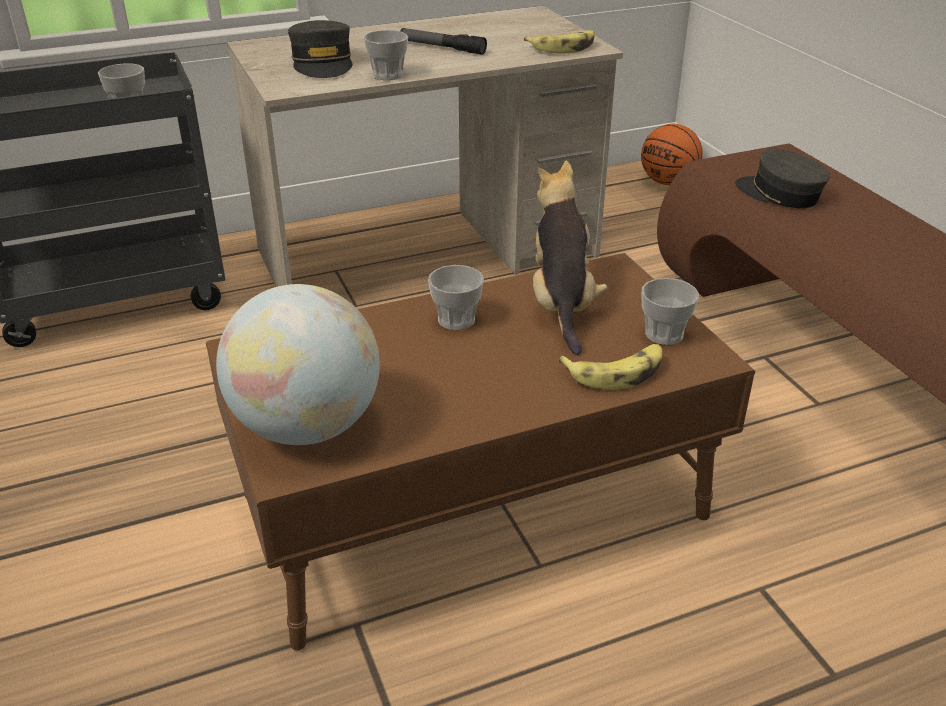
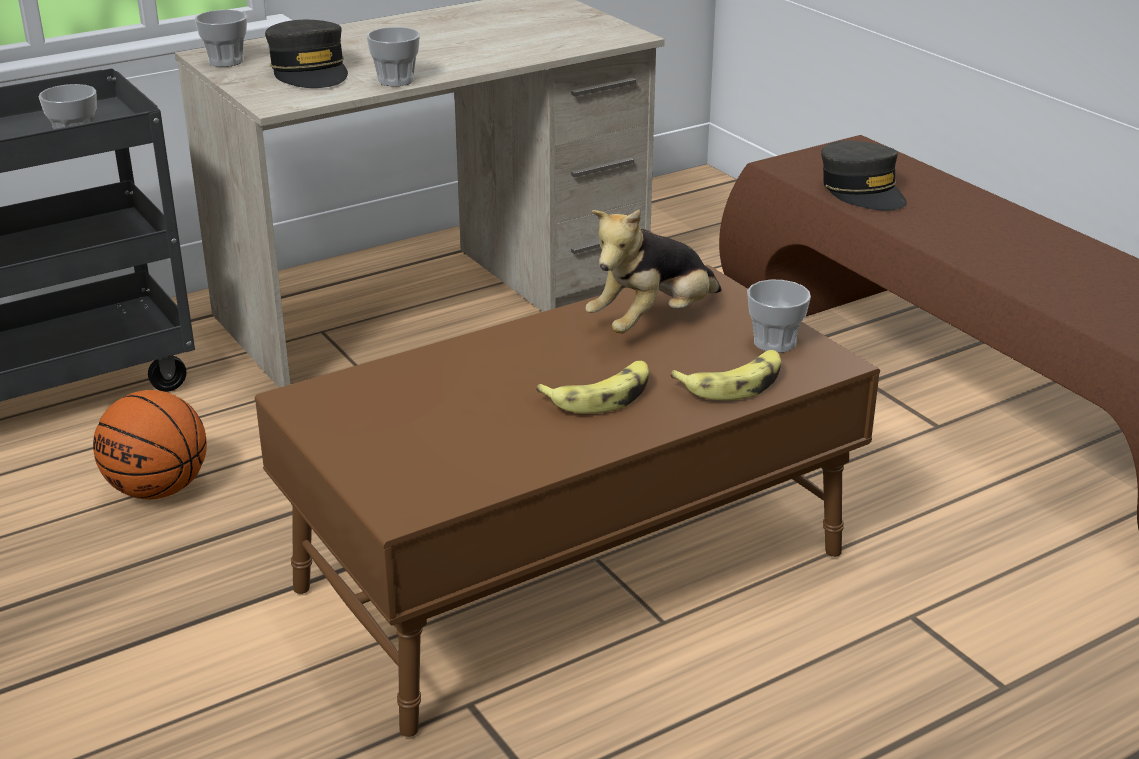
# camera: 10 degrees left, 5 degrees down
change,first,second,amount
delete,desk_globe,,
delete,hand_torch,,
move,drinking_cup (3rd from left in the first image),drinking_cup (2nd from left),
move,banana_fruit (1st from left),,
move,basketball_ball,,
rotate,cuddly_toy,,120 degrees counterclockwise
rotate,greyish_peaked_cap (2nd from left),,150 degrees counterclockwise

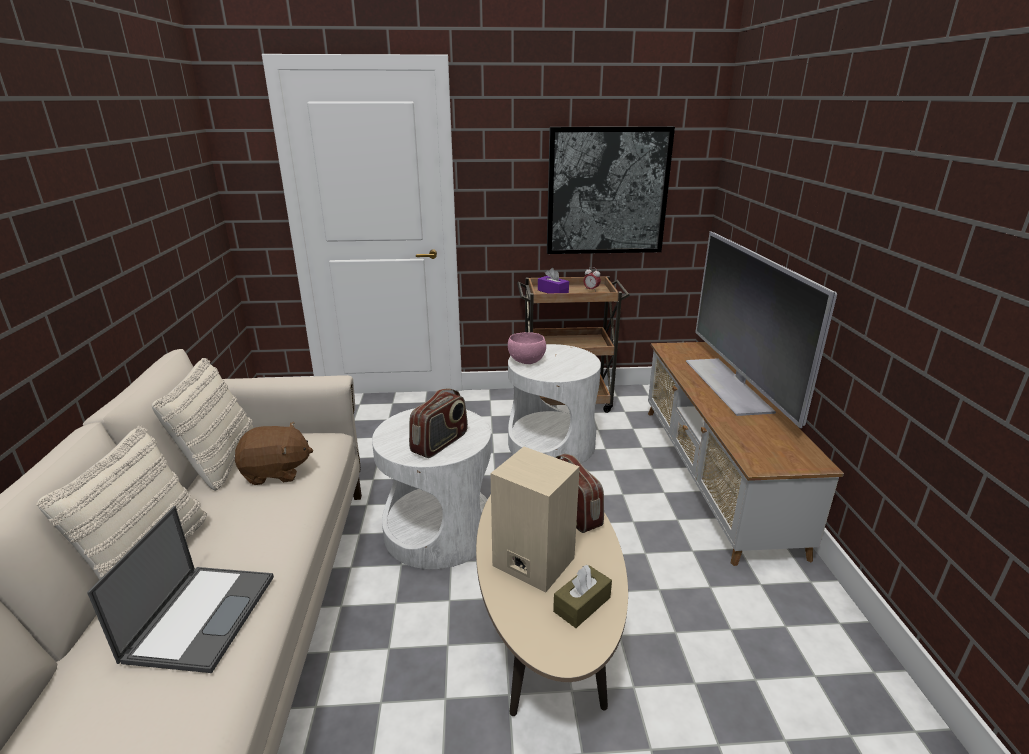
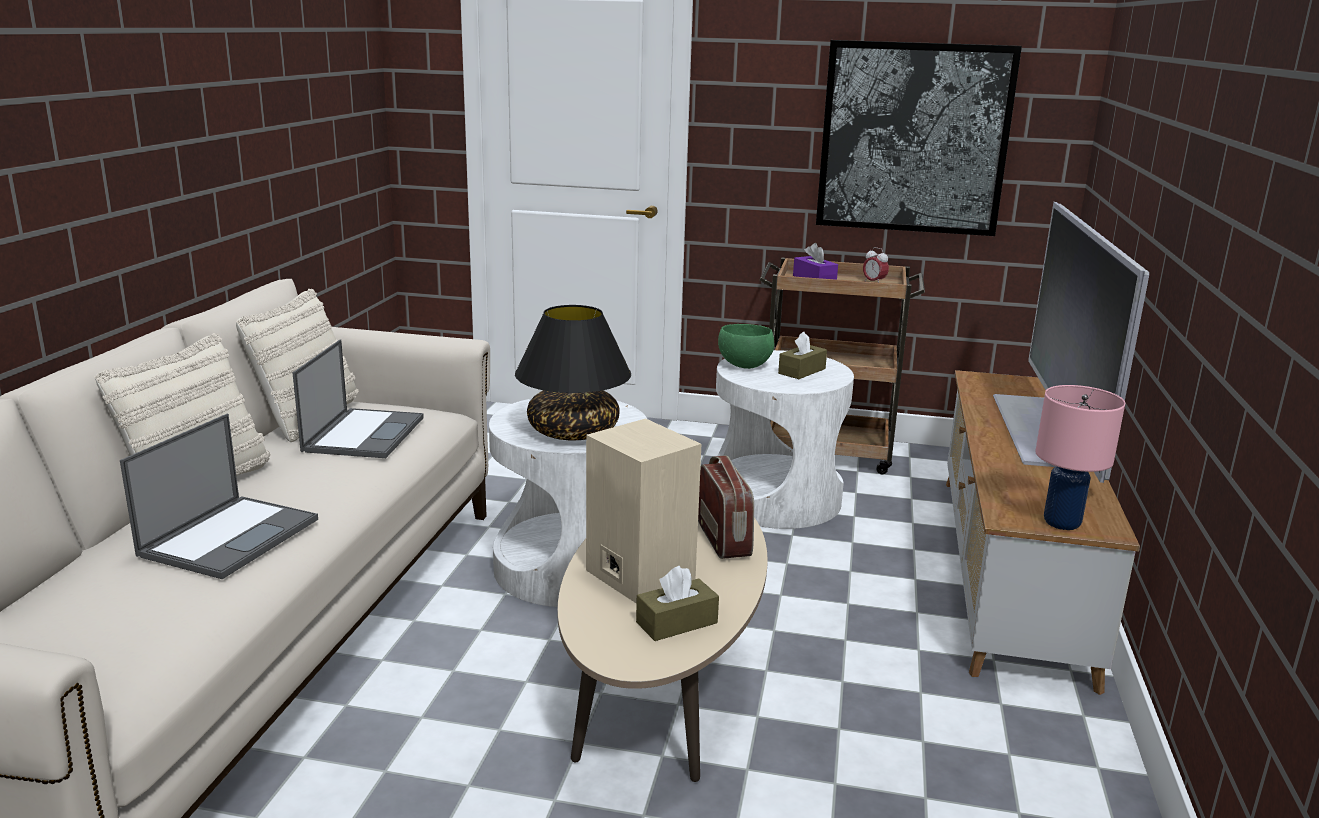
# camera: 15 degrees right, 5 degrees down
change,first,second,amount
insert,,brownish_tissue_box (2nd from left),
insert,,pink_lamp_for_a_table,
replace,brownish_cuddly_toy,laptop (2nd from left),
replace,radio_set (1st from left),black_lamp_for_a_table,
recolor,pink_deep_dish,greenish_deep_dish,

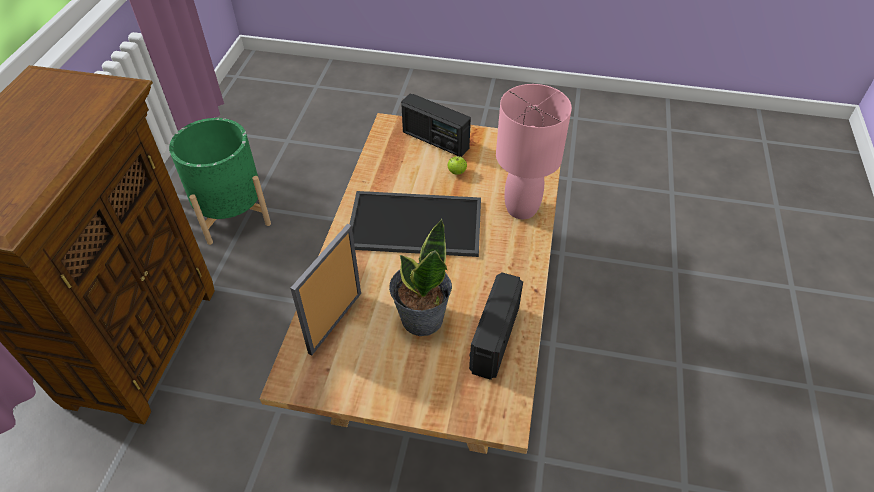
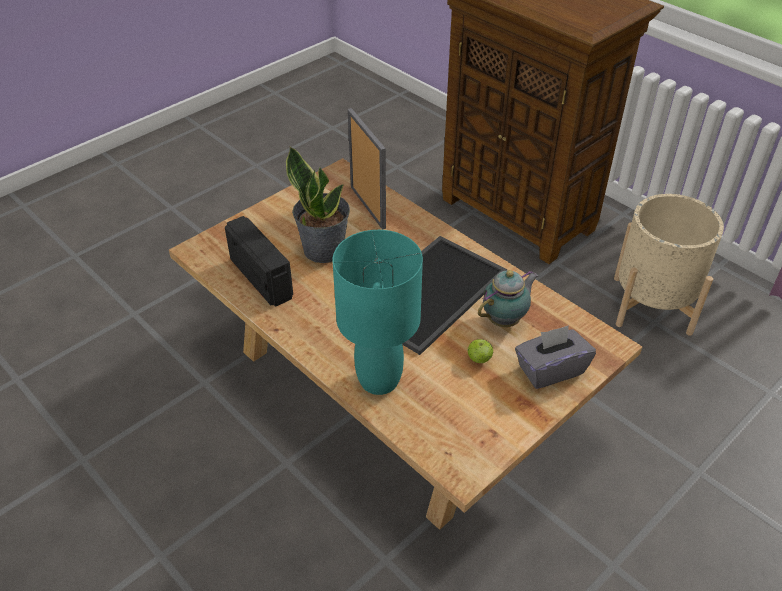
# camera: 125 degrees right, 5 degrees down
change,first,second,amount
insert,,tea_pot,
replace,radio_set (1st from left),greyish_tissue_box,
recolor,greenish_plant_pot,beige_plant_pot,
recolor,pink_lamp_for_a_table,blue-green_lamp_for_a_table,

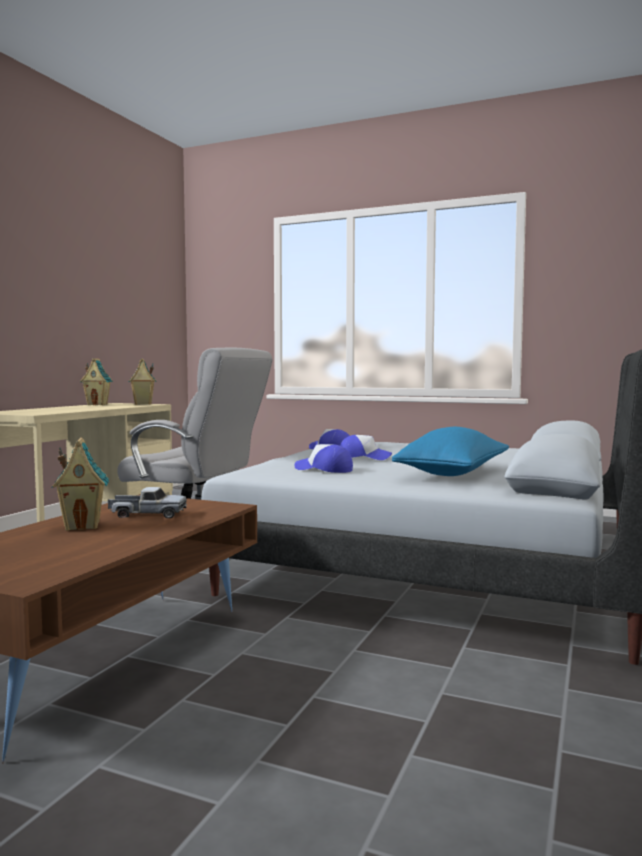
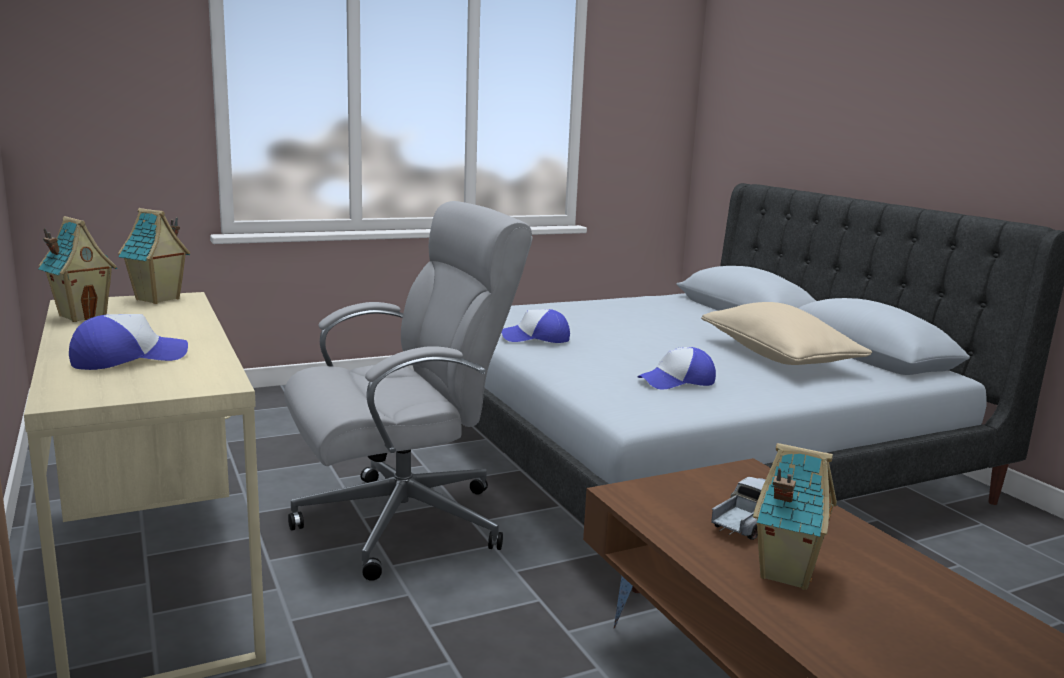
# camera: 50 degrees left, 10 degrees up
change,first,second,amount
move,peaked_cap (3rd from left in the first image),peaked_cap (1st from left),
recolor,blue_throw_pillow,beige_throw_pillow,

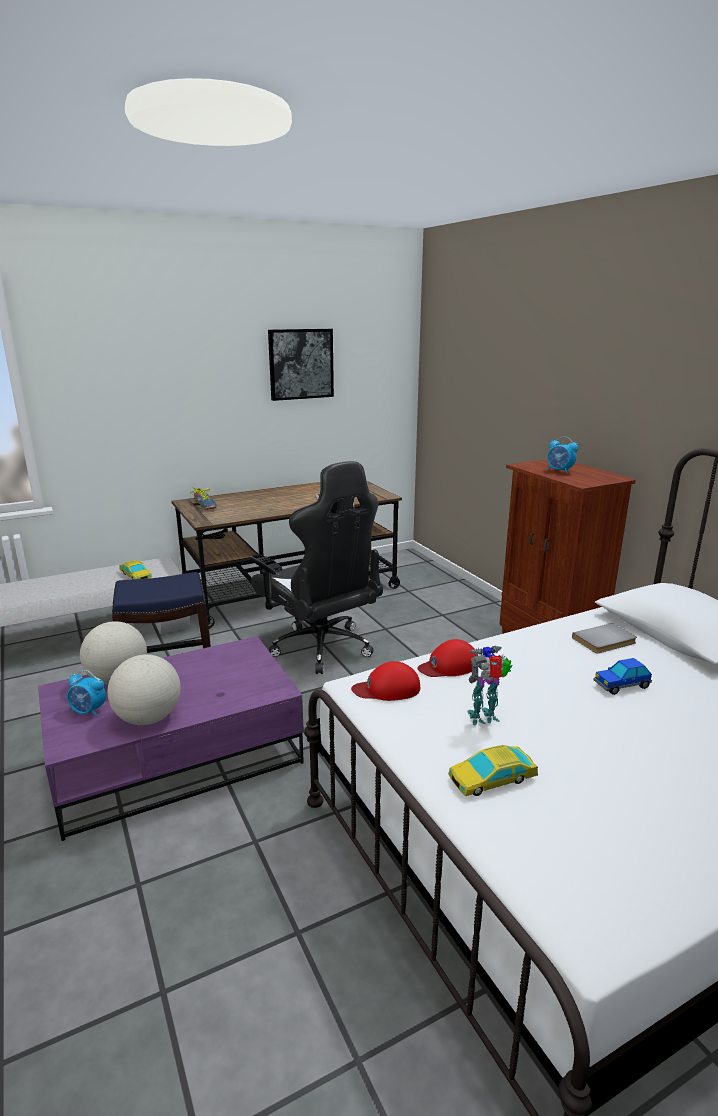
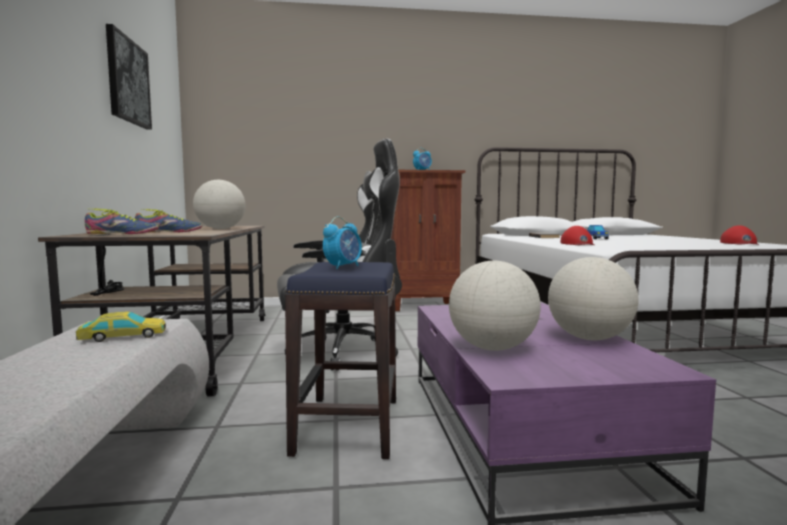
# camera: 70 degrees left, 15 degrees down
change,first,second,amount
delete,miniature_car (2nd from left),,
delete,model_robot,,
insert,,shoe (2nd from left),
insert,,desk_globe (1st from left),
move,alarm_clock (1st from left),,
move,red_peaked_cap (1st from left in the first image),red_peaked_cap (2nd from left),

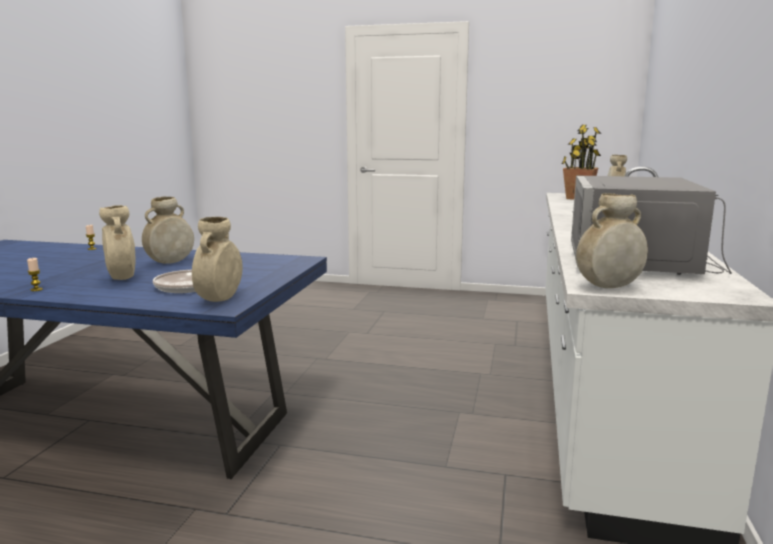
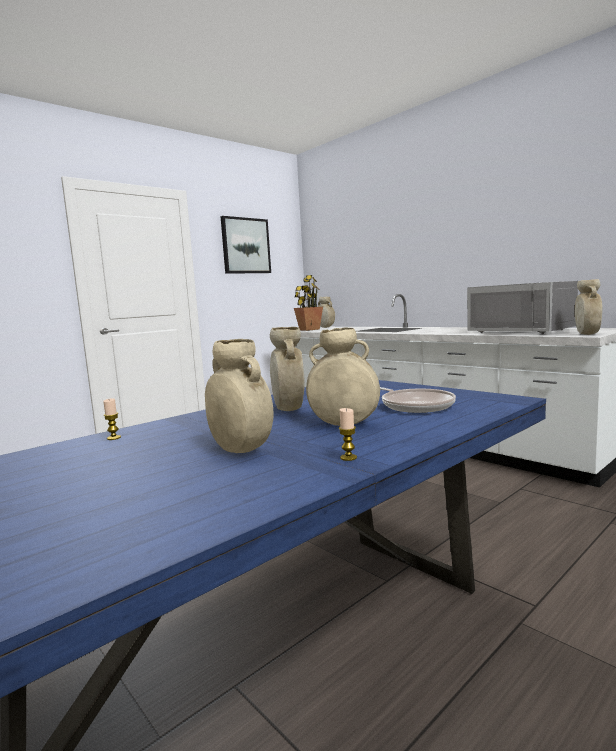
# camera: 55 degrees left, 5 degrees down
change,first,second,amount
insert,,wall_art,
move,beige_vase (3rd from left in the first image),beige_vase (1st from left),

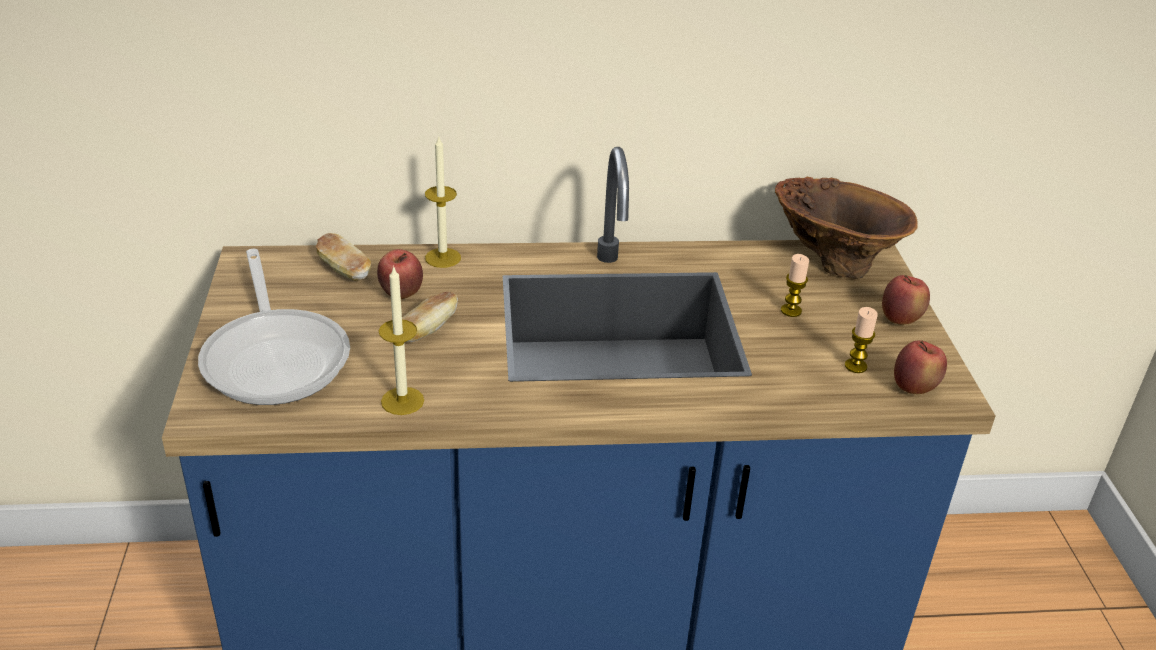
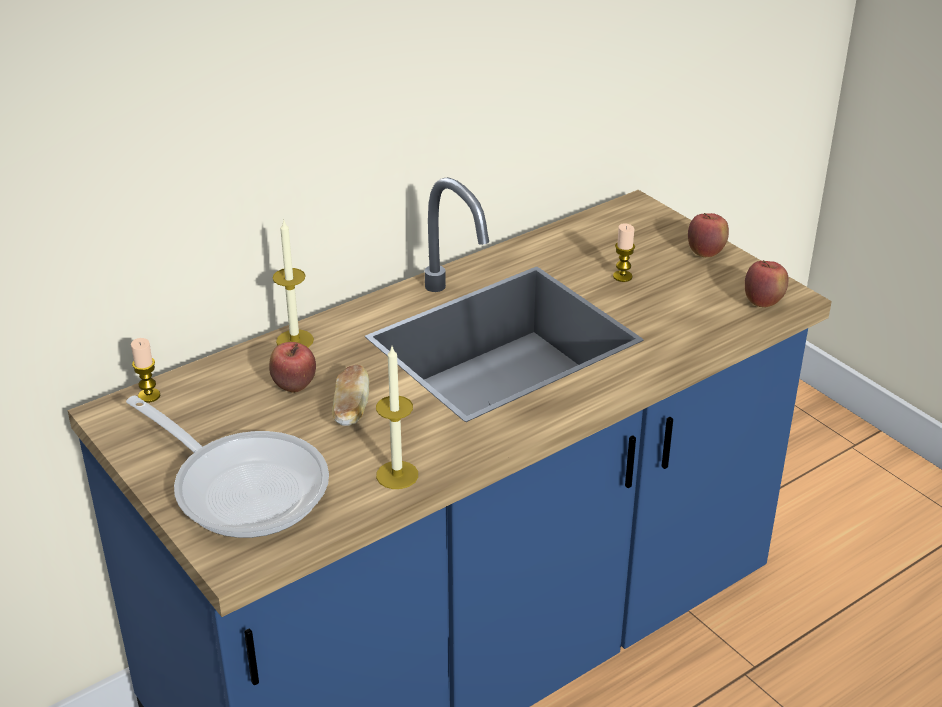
# camera: 30 degrees left, 0 degrees up
change,first,second,amount
delete,bakery_bread (1st from left),,
delete,brownish_vase,,
move,wax_light (4th from left in the first image),wax_light (1st from left),

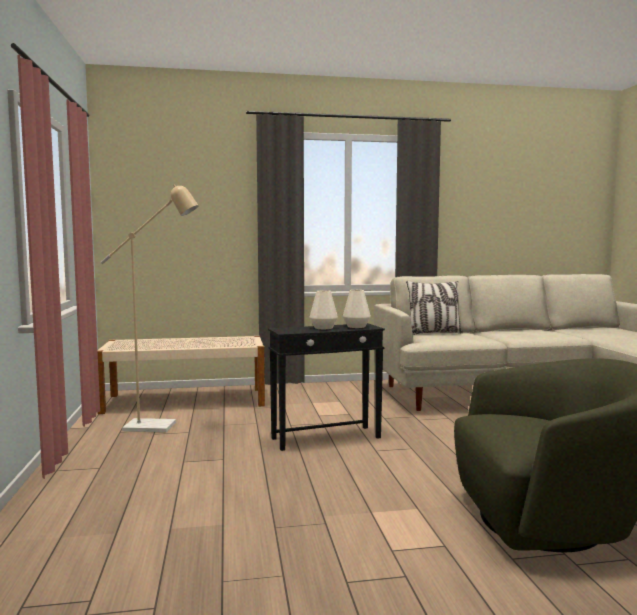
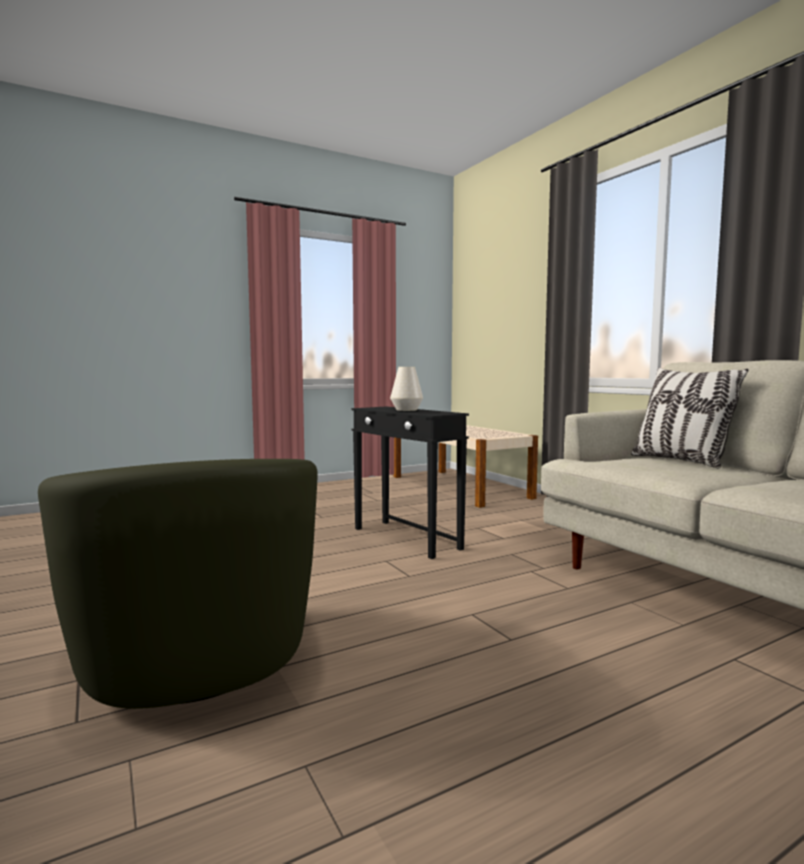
# camera: 70 degrees right, 0 degrees up
change,first,second,amount
delete,beige_floor_lamp,,
delete,white_vase (2nd from left),,

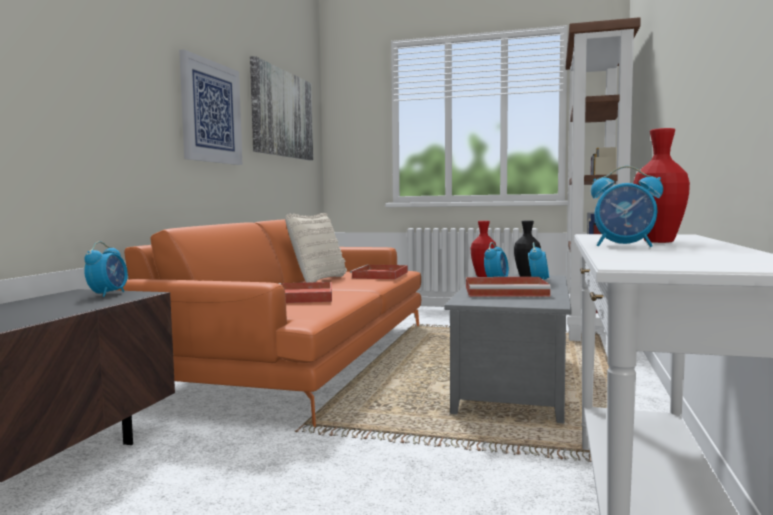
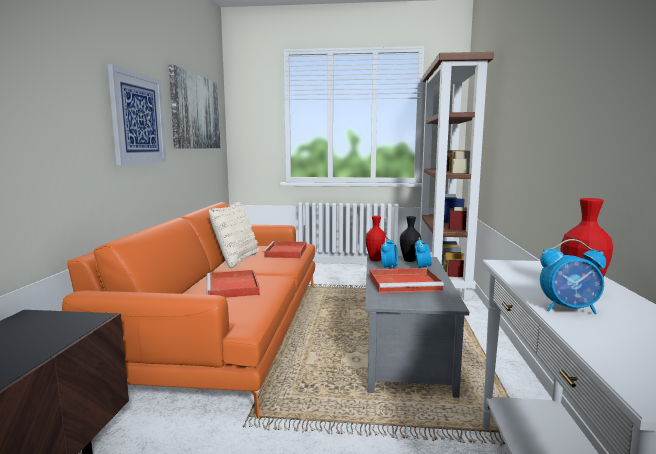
# camera: 10 degrees left, 5 degrees up
change,first,second,amount
delete,alarm_clock (1st from left),,

